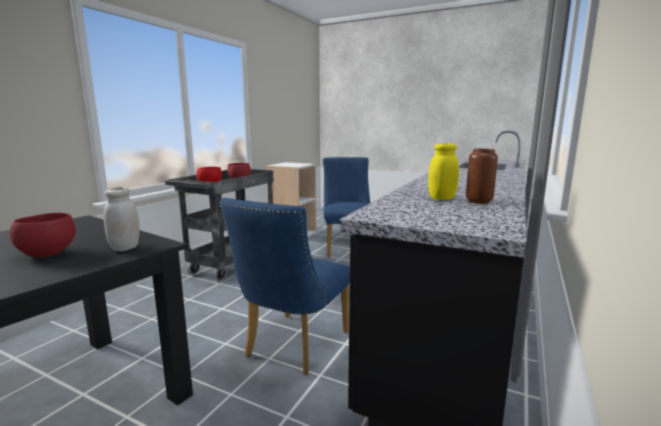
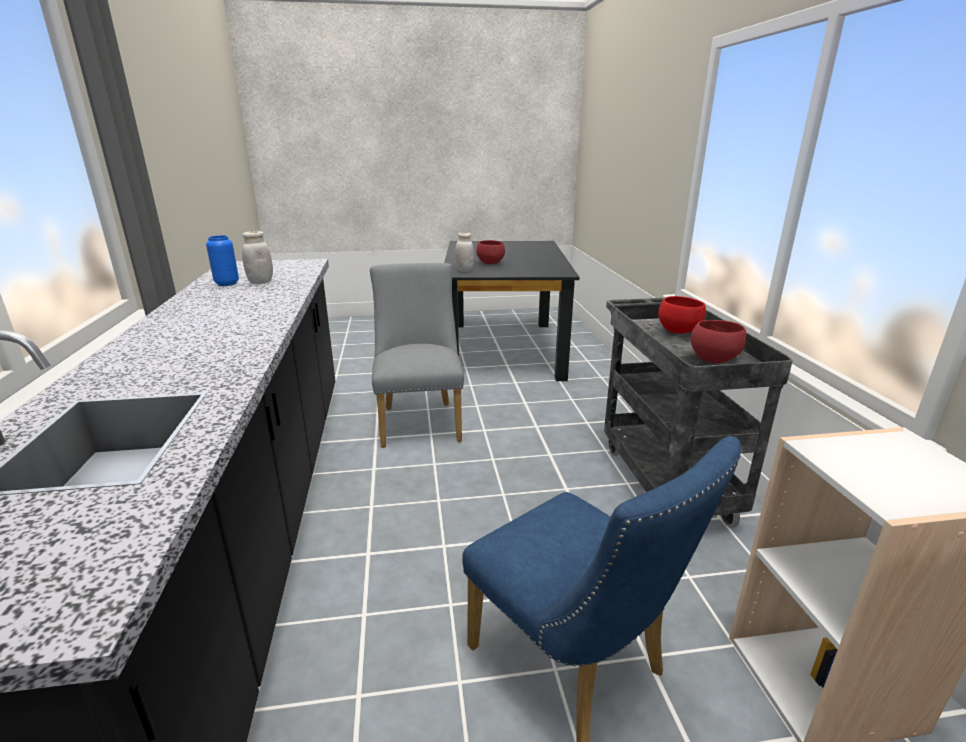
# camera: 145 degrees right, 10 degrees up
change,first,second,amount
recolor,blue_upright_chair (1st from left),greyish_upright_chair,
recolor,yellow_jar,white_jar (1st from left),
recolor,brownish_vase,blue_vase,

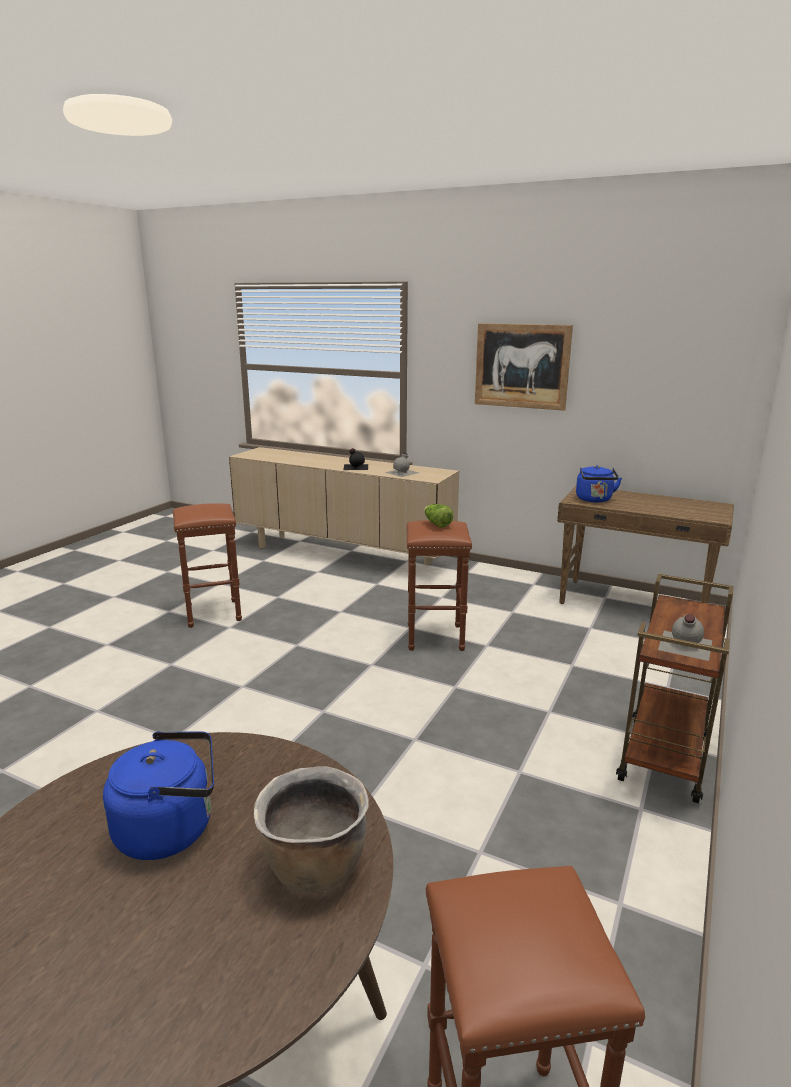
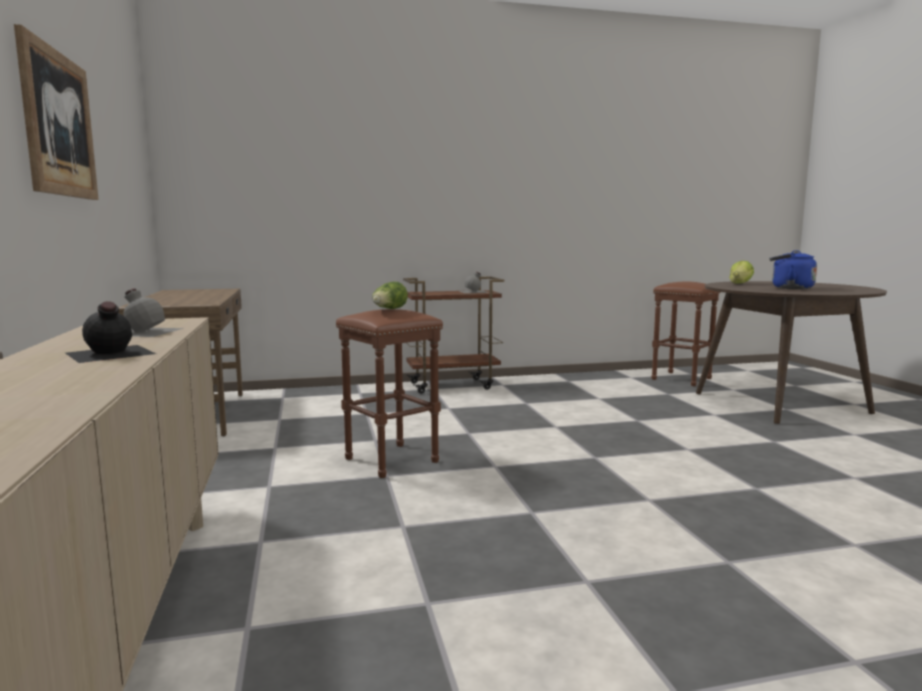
# camera: 130 degrees left, 10 degrees down
change,first,second,amount
delete,brownish_sitting_stool (1st from left),,
delete,blue_water_kettle (2nd from left),,
replace,brownish_saucepot,lettuce_head (2nd from left),

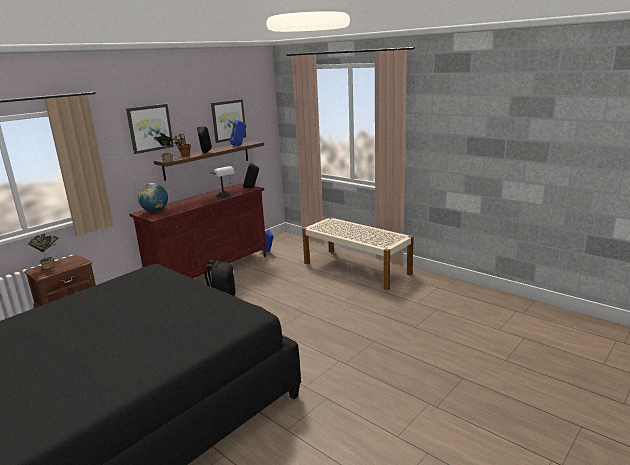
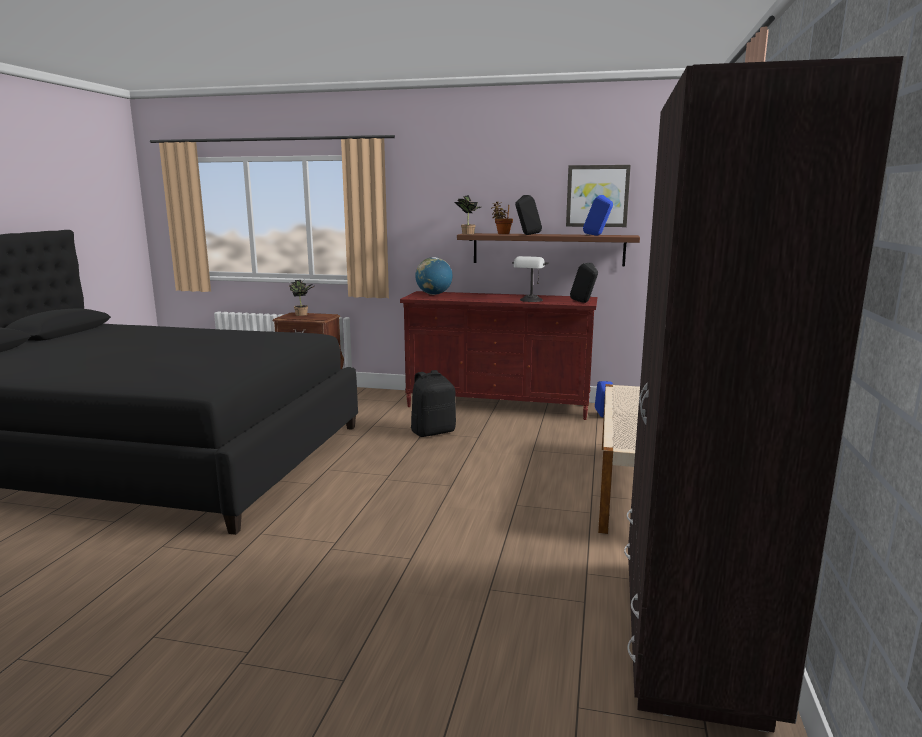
# camera: 60 degrees right, 5 degrees down
change,first,second,amount
delete,wall_art (1st from left),,
insert,,brownish_wardrobe,

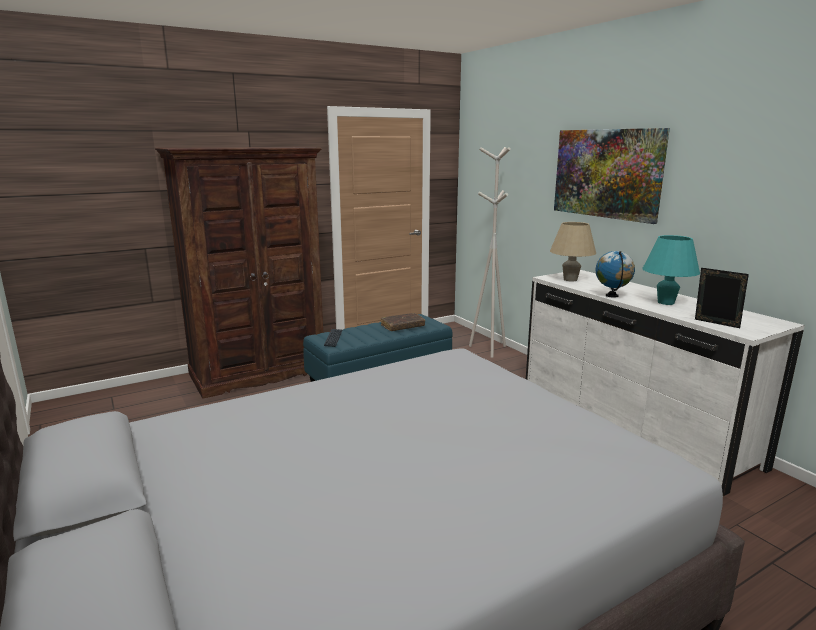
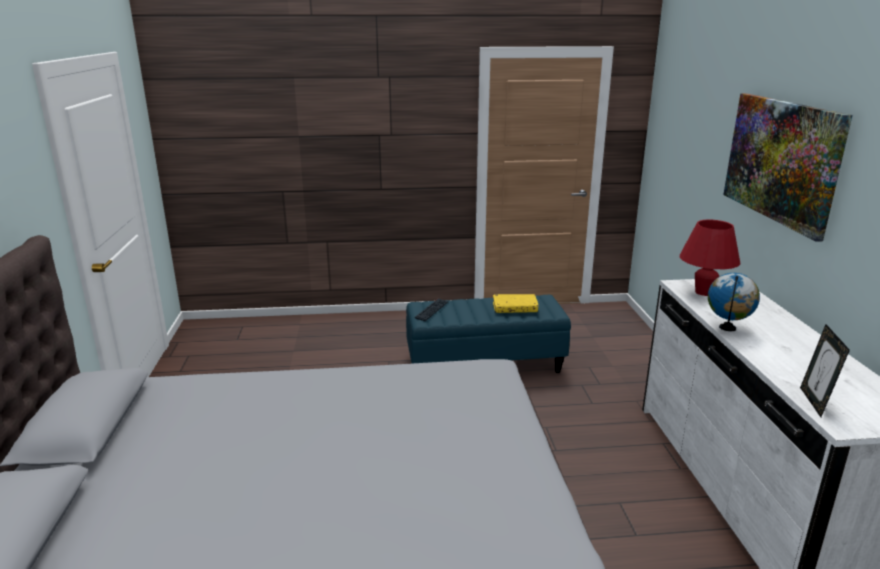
# camera: 25 degrees right, 5 degrees up
change,first,second,amount
delete,brownish_wardrobe,,
delete,greyish_clothes_rack,,
delete,blue-green_lamp_for_a_table,,
recolor,brownish_volume,yellow_volume,
recolor,beige_lamp_for_a_table,red_lamp_for_a_table,
rotate,photo_frame,,150 degrees counterclockwise

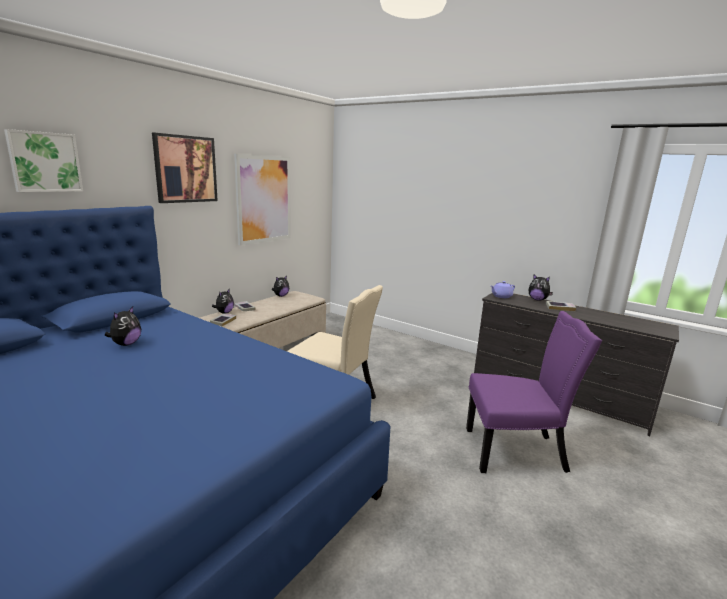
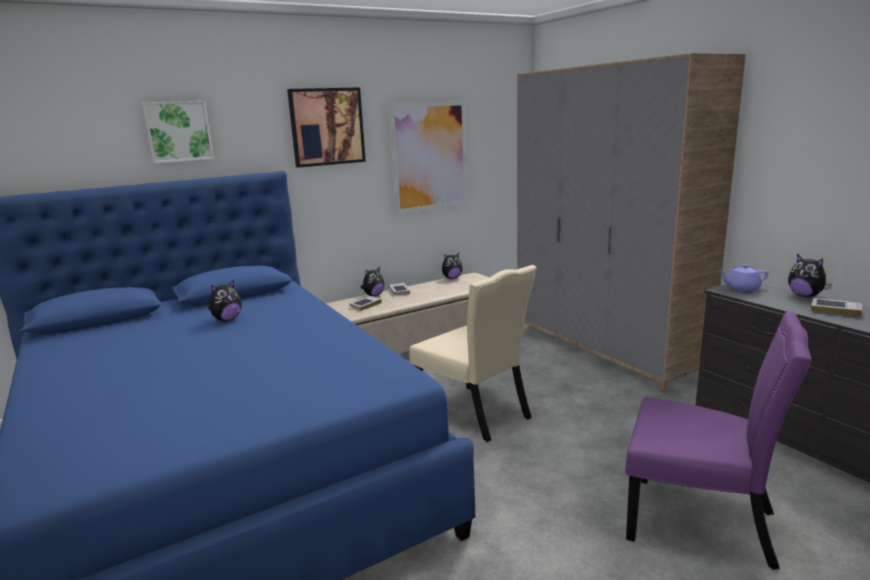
# camera: 25 degrees right, 0 degrees up
change,first,second,amount
insert,,greyish_wardrobe,

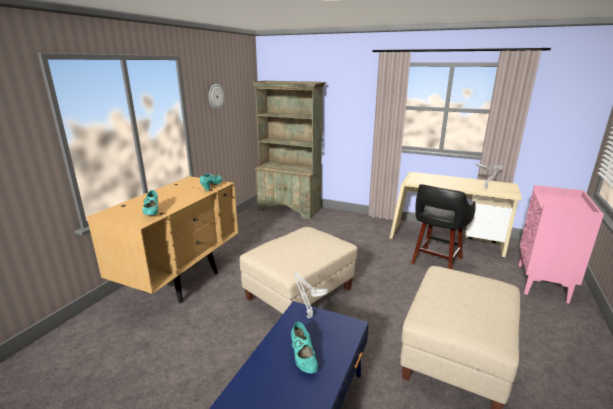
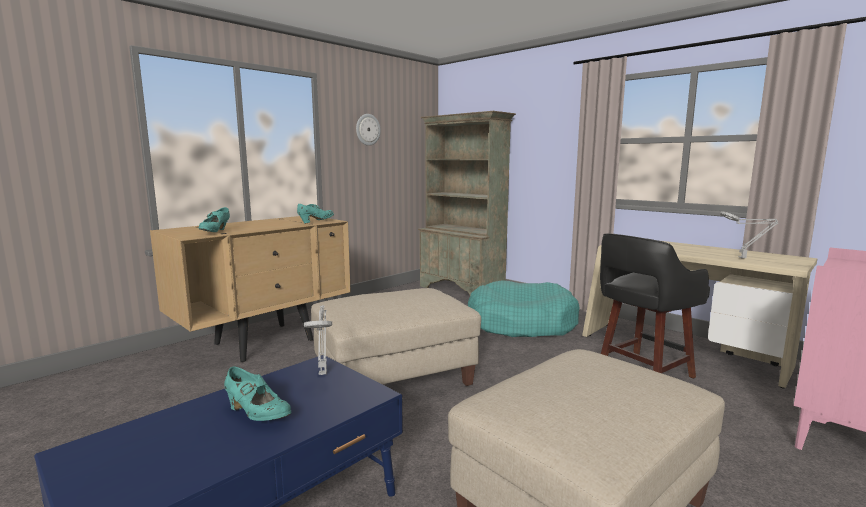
# camera: 20 degrees right, 10 degrees down
change,first,second,amount
insert,,blue-green_pet_bed,
rotate,blue-green_shoe (3rd from left in the first image),blue-green_shoe (2nd from left),60 degrees counterclockwise

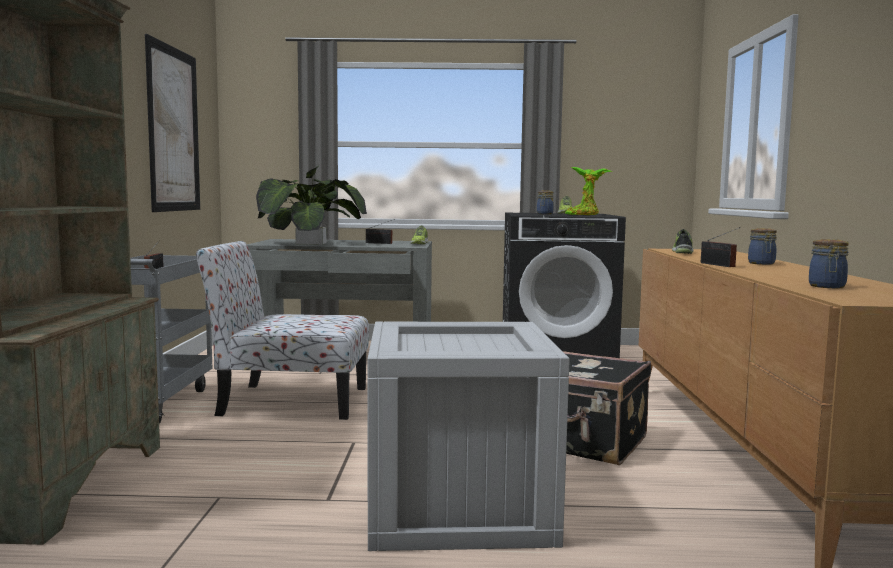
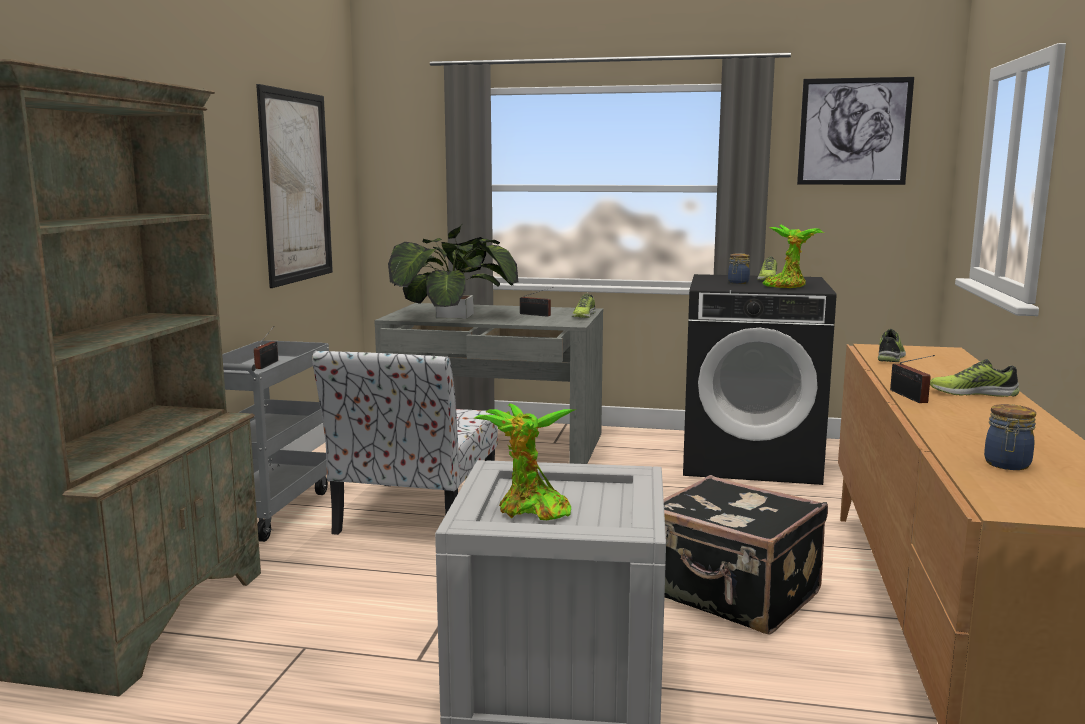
# camera: 10 degrees right, 5 degrees up
change,first,second,amount
insert,,plant_in_a_pot (2nd from left),
insert,,wall_art (2nd from left),
replace,jar (2nd from left),shoe (4th from left),
rotate,upright_chair,,90 degrees counterclockwise

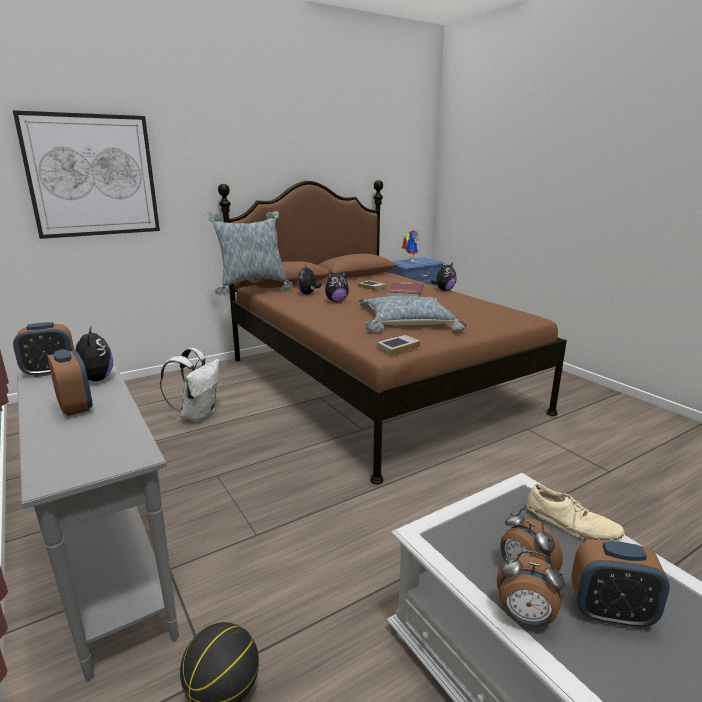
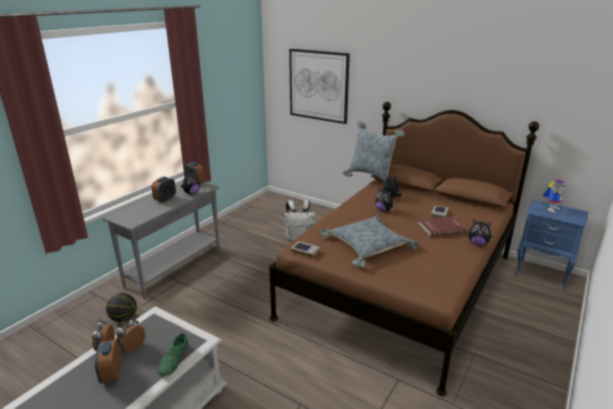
# camera: 65 degrees right, 5 degrees up
change,first,second,amount
recolor,beige_shoe,greenish_shoe,

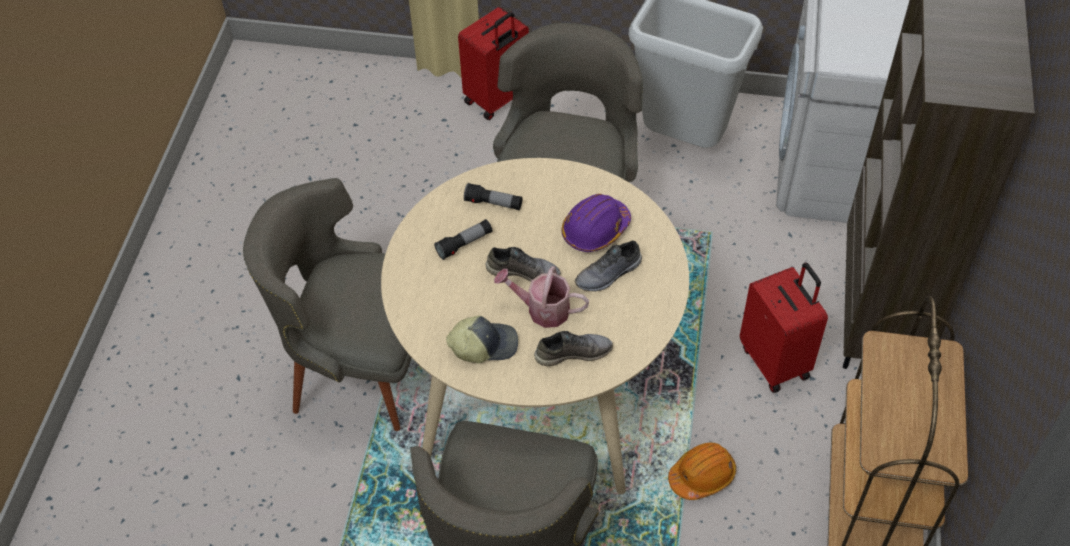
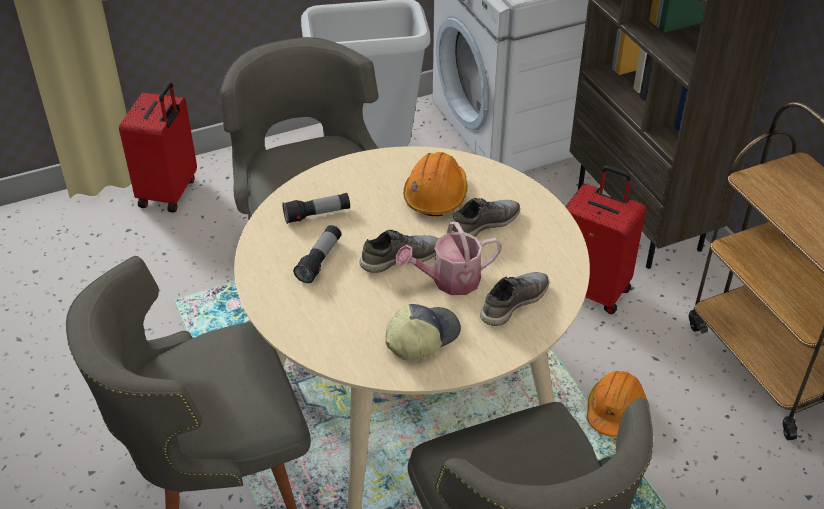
# camera: 35 degrees left, 10 degrees down
change,first,second,amount
recolor,purplish_work_helmet,orange-coloured_work_helmet (1st from left),
rotate,greyish_shoe (3rd from left in the first image),greyish_shoe (2nd from left),150 degrees counterclockwise

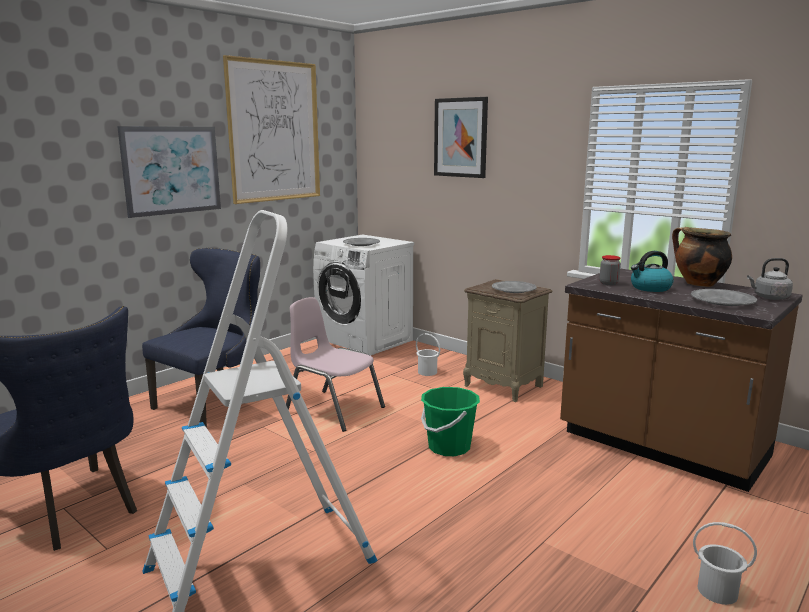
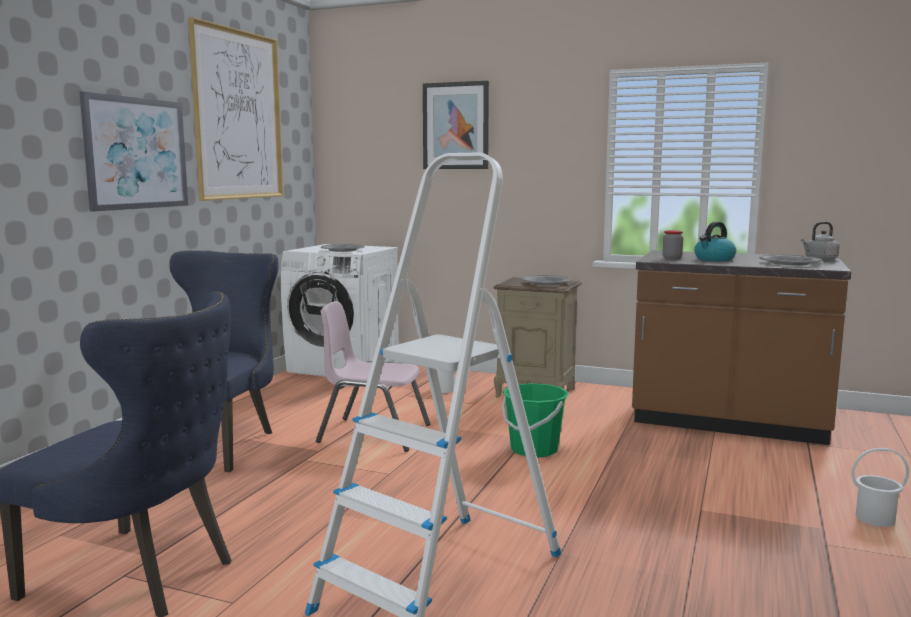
# camera: 20 degrees left, 5 degrees down
change,first,second,amount
delete,saucepot,,

